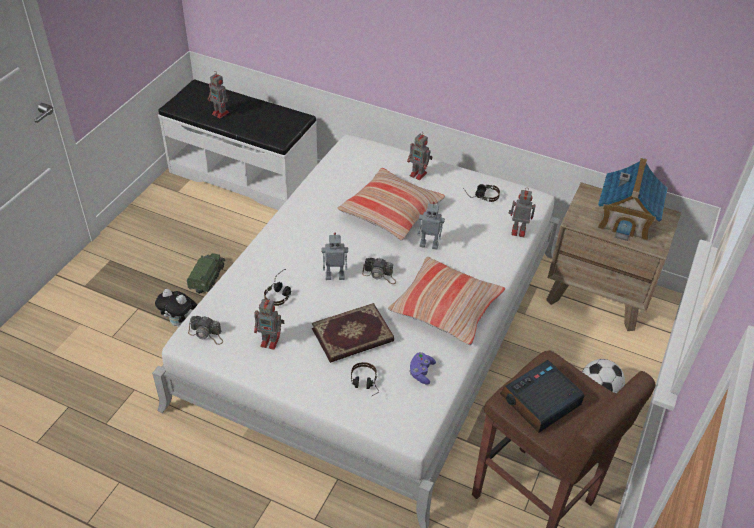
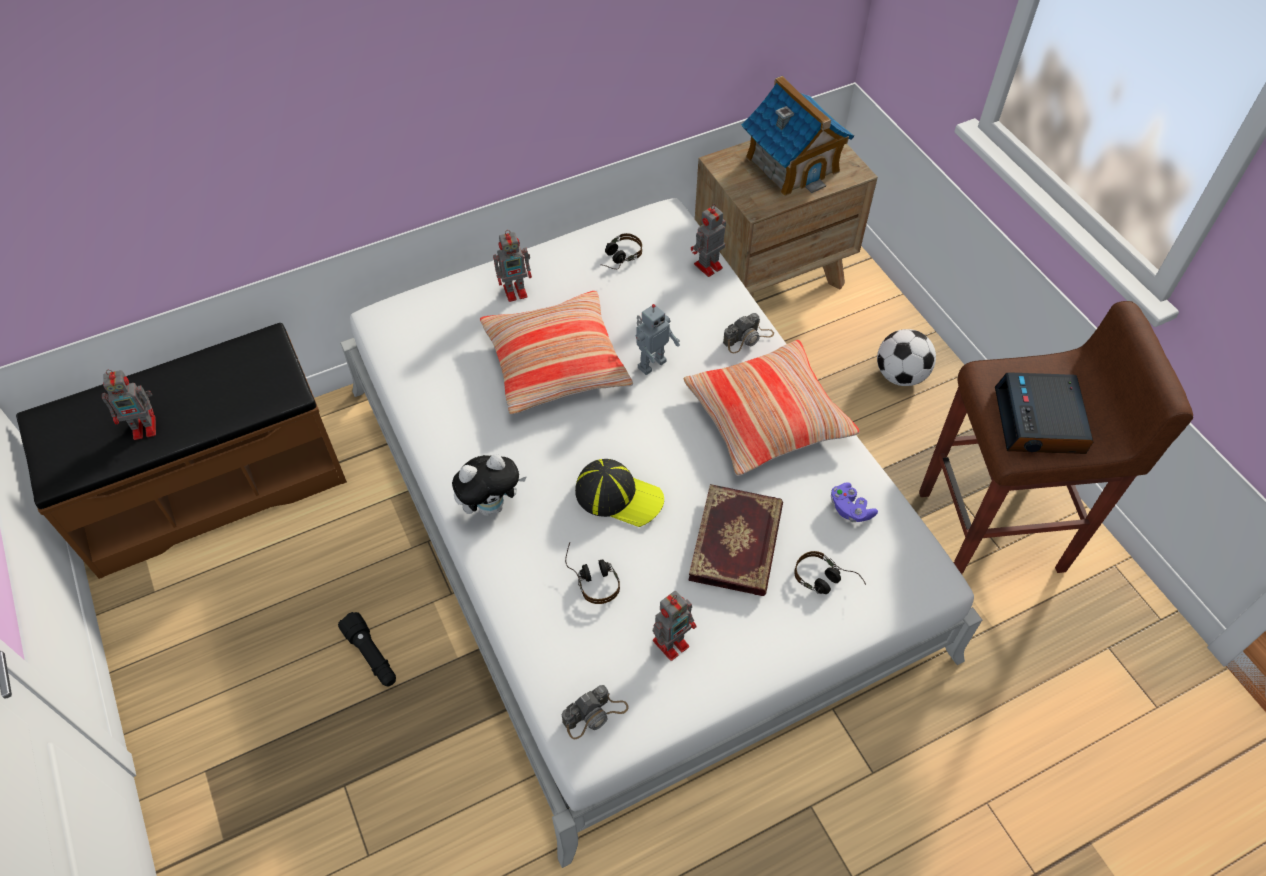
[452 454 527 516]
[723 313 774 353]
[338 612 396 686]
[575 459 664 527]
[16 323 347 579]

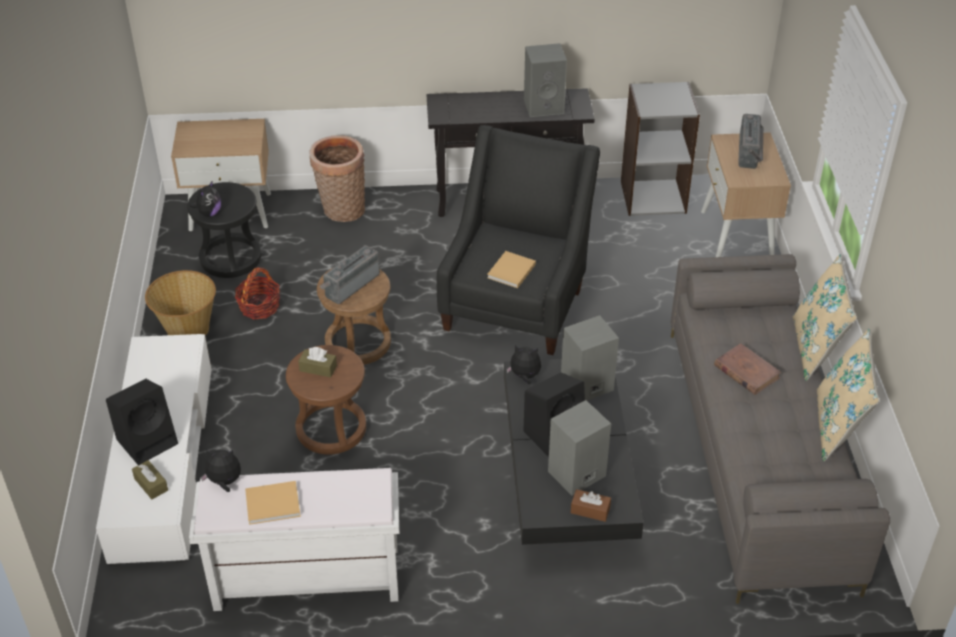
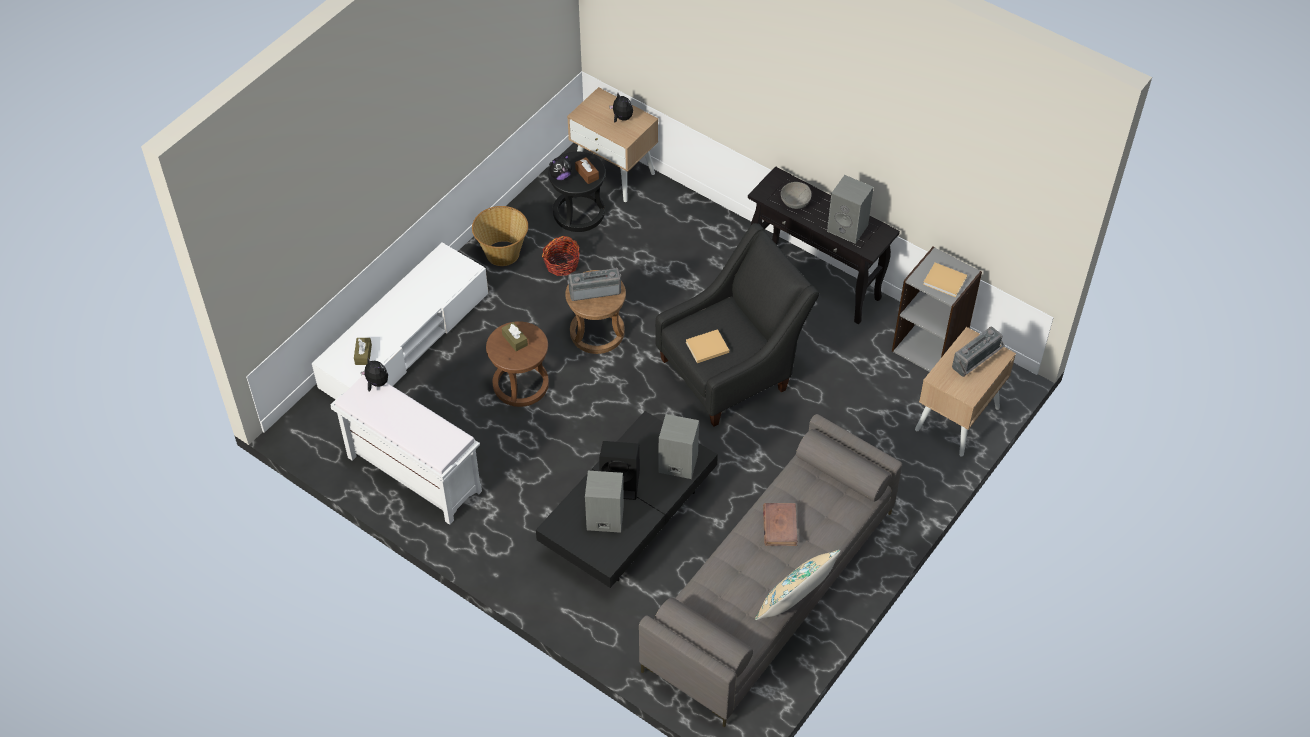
[106 379 178 465] (first image)
[309 135 365 222] (first image)
[793 254 857 381] (first image)
[781 182 812 209]
[923 262 967 297]
[609 93 633 123]
[575 157 599 184]

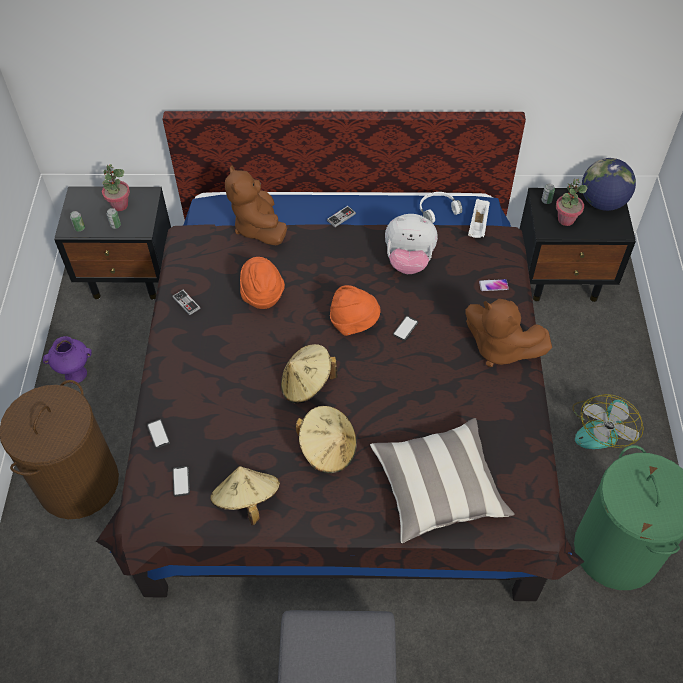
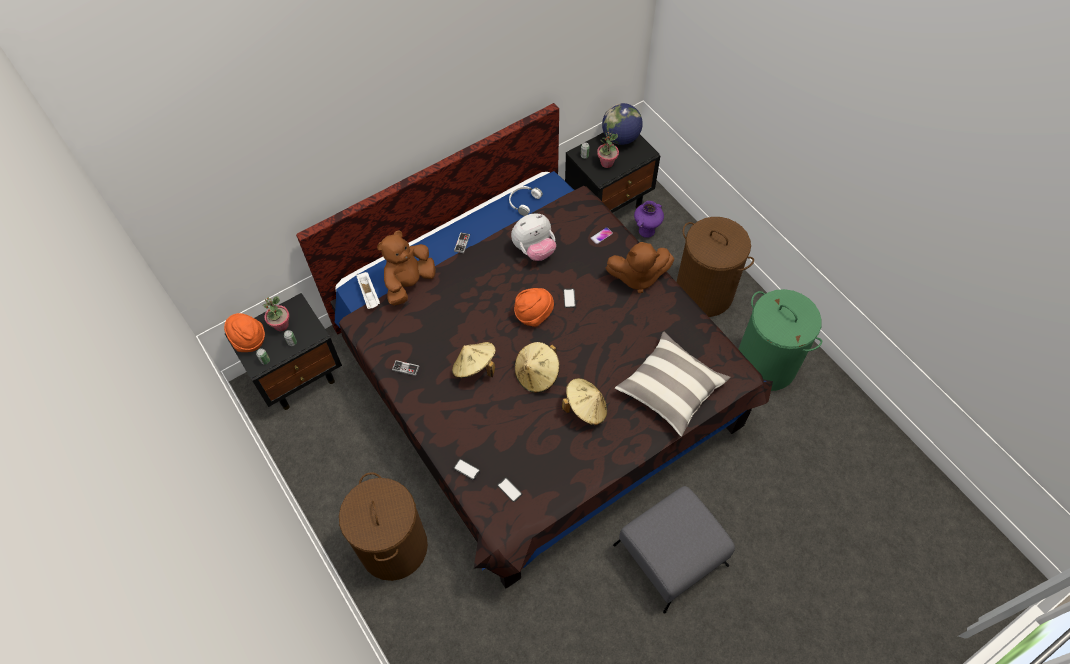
[634 201 664 238]
[452 342 496 378]
[224 313 265 352]
[356 272 380 309]
[677 217 754 317]
[377 230 436 306]

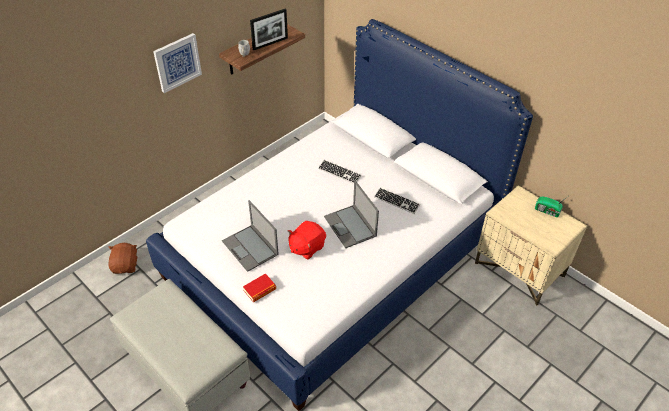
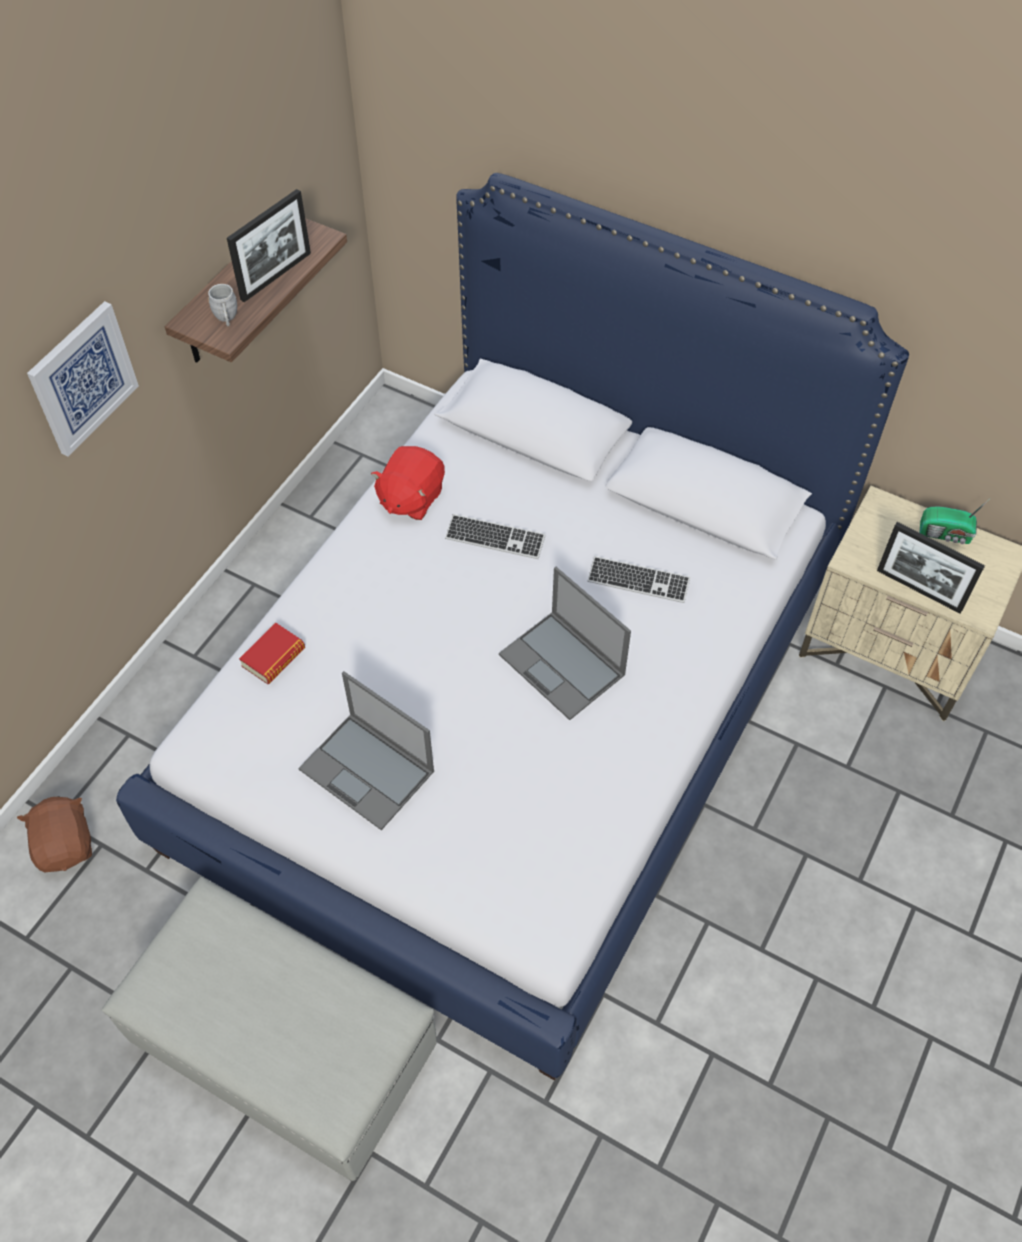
[877 522 985 613]
[239 623 305 684]
[371 446 445 520]

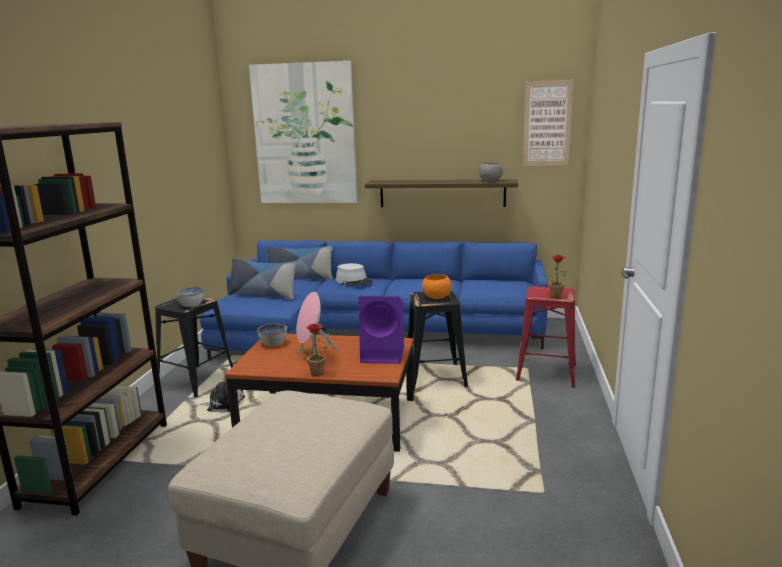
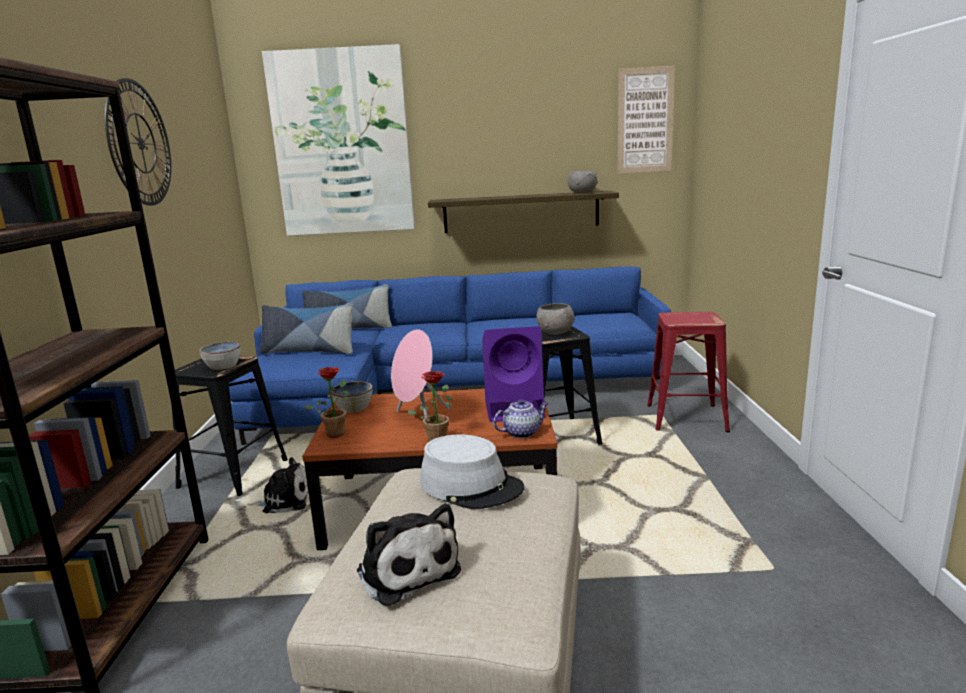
[105 78 171 206]
[357 504 461 606]
[493 399 548 438]
[420 434 524 509]
[304 367 350 438]
[536 303 575 335]

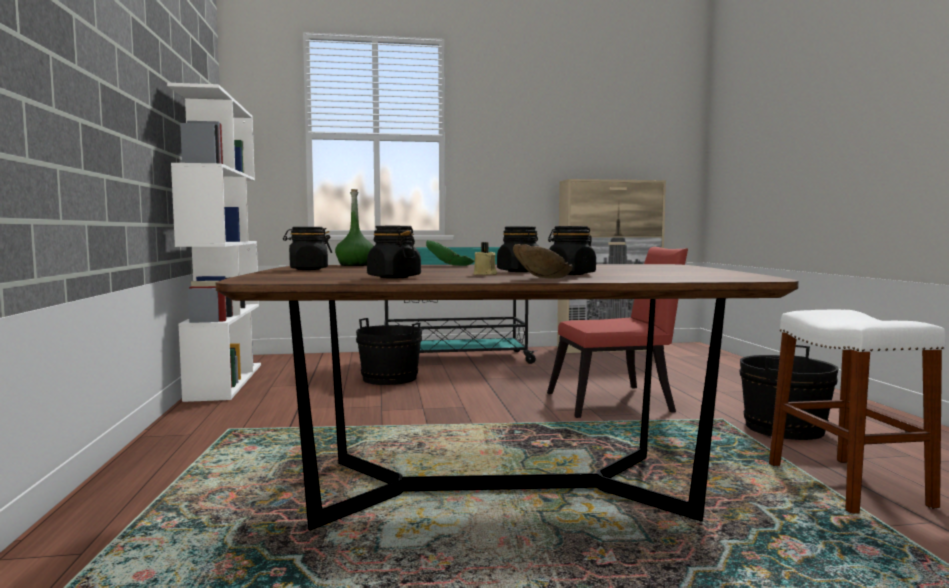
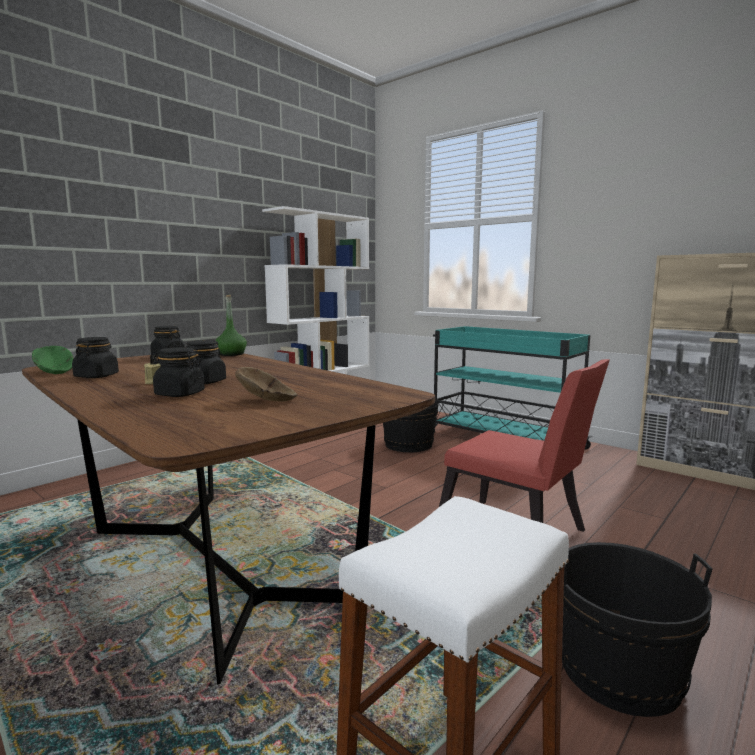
[32 346 74 374]
[235 367 298 402]

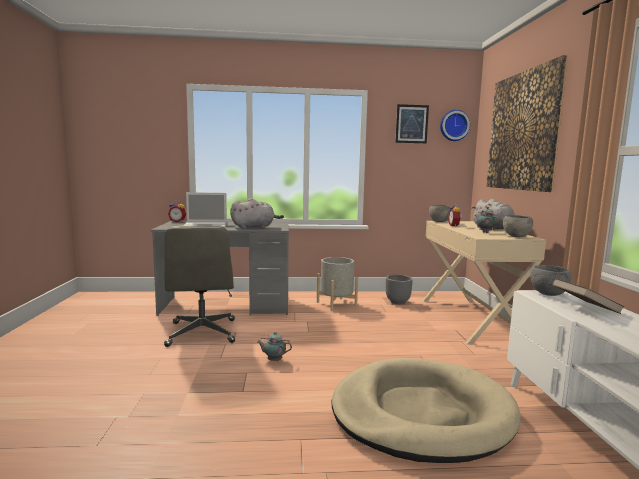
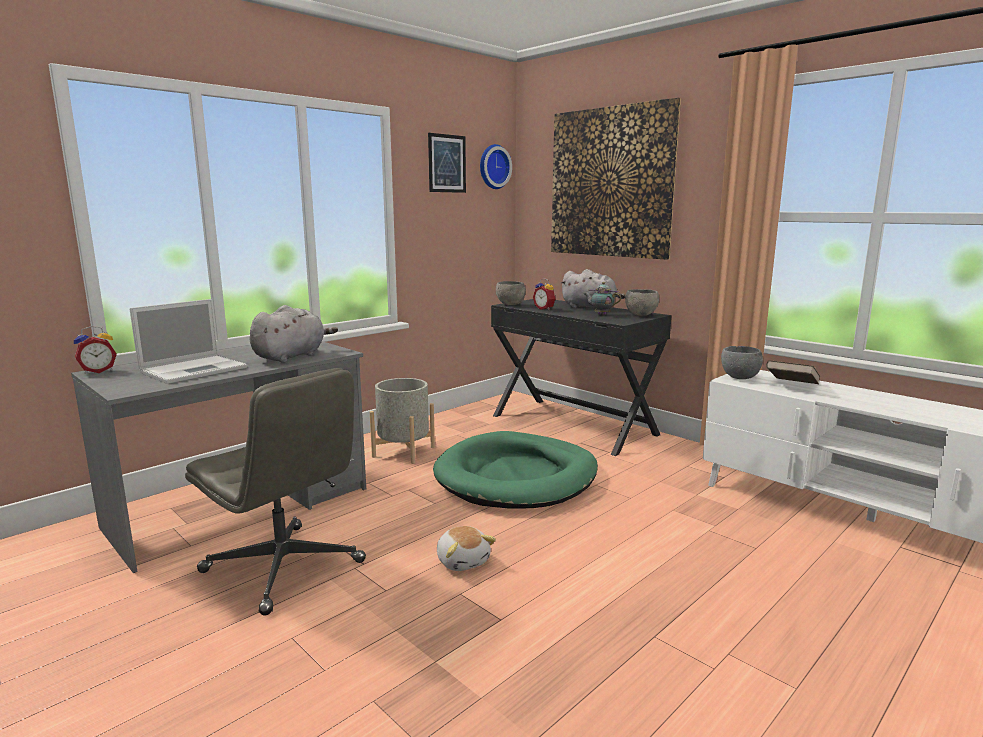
[331 358 521 463] (first image)
[386 275 413 304] (first image)
[433 431 598 509]
[437 526 496 571]
[491 299 672 456]

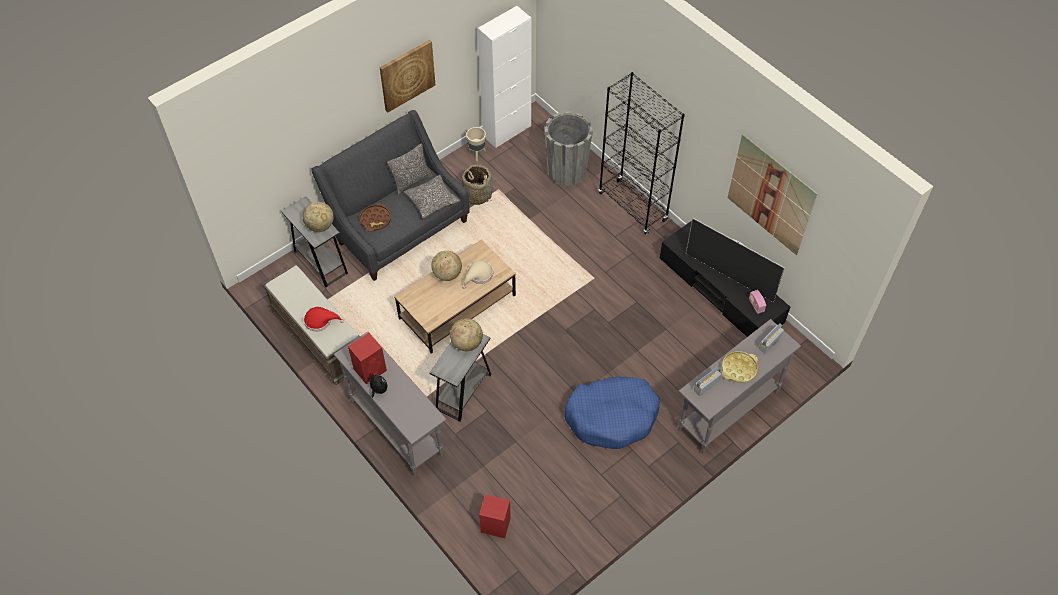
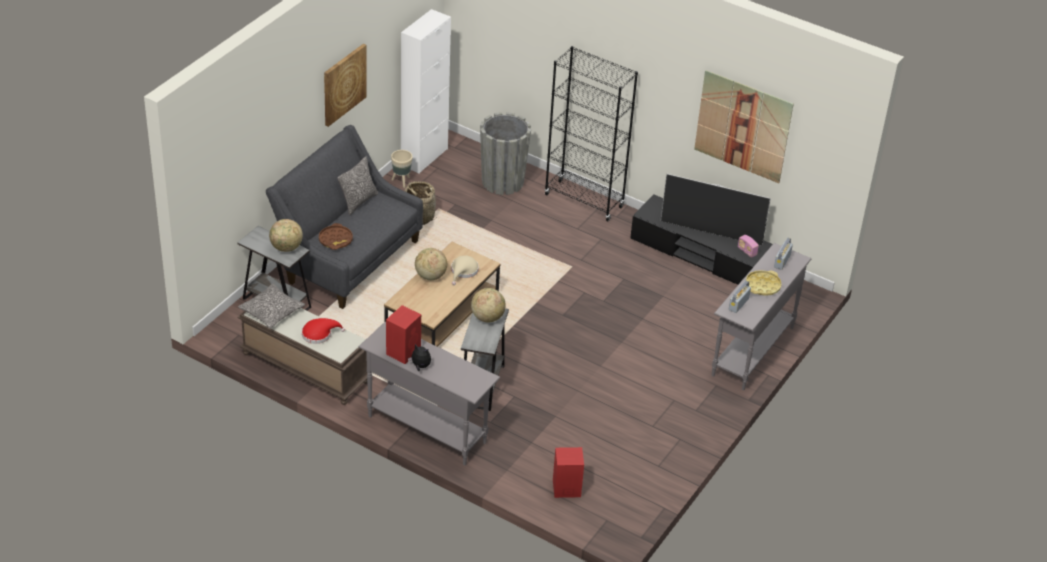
[565 377 660 449] (first image)
[238 284 305 329]

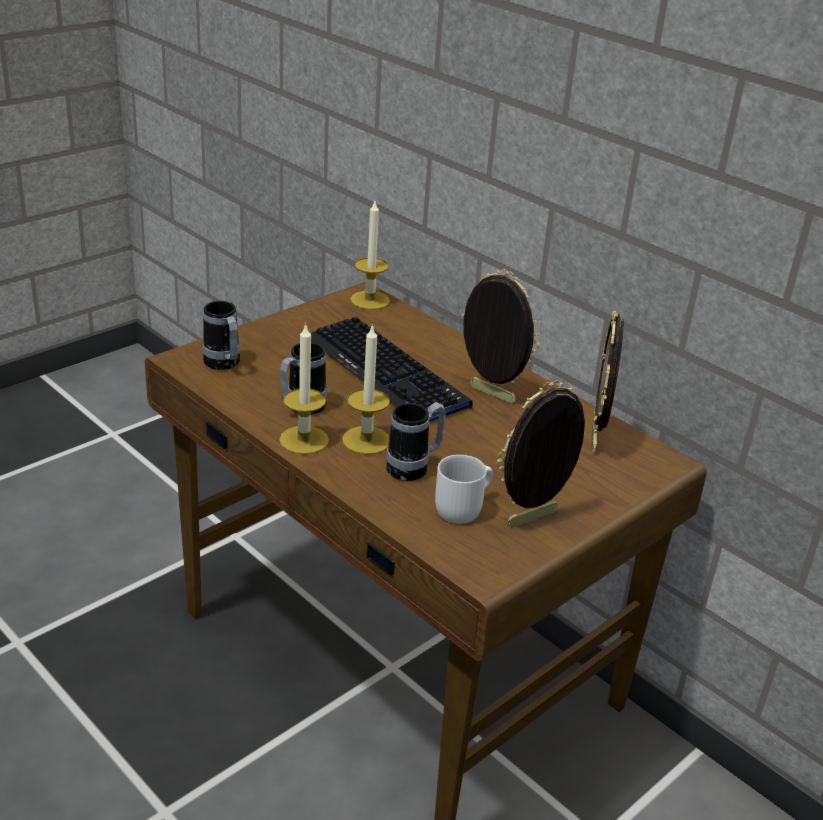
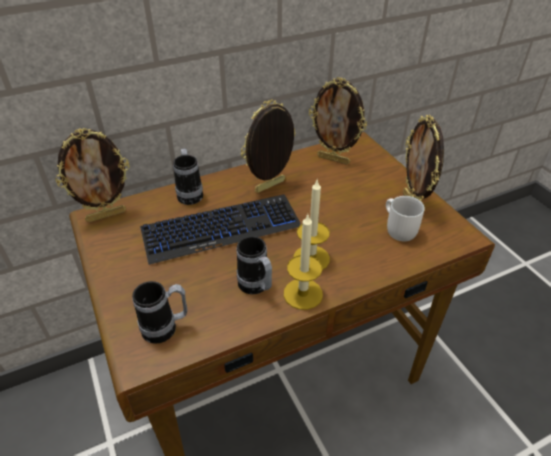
[173 148 203 205]
[55 128 130 223]

